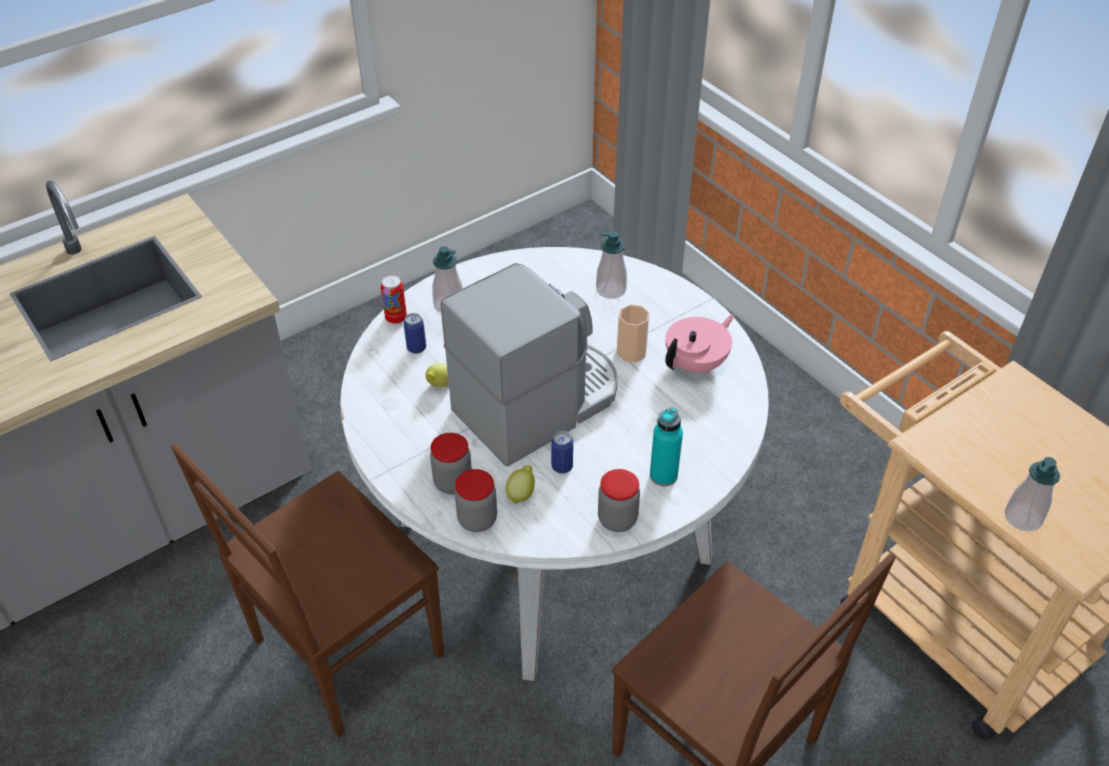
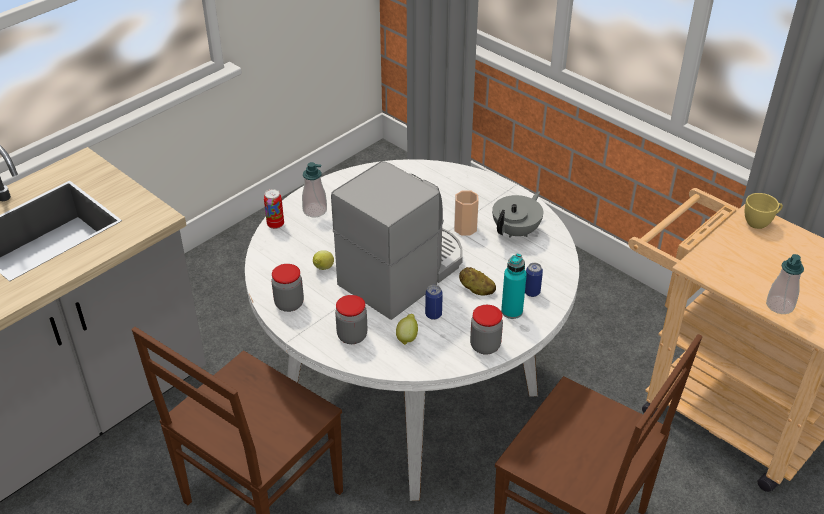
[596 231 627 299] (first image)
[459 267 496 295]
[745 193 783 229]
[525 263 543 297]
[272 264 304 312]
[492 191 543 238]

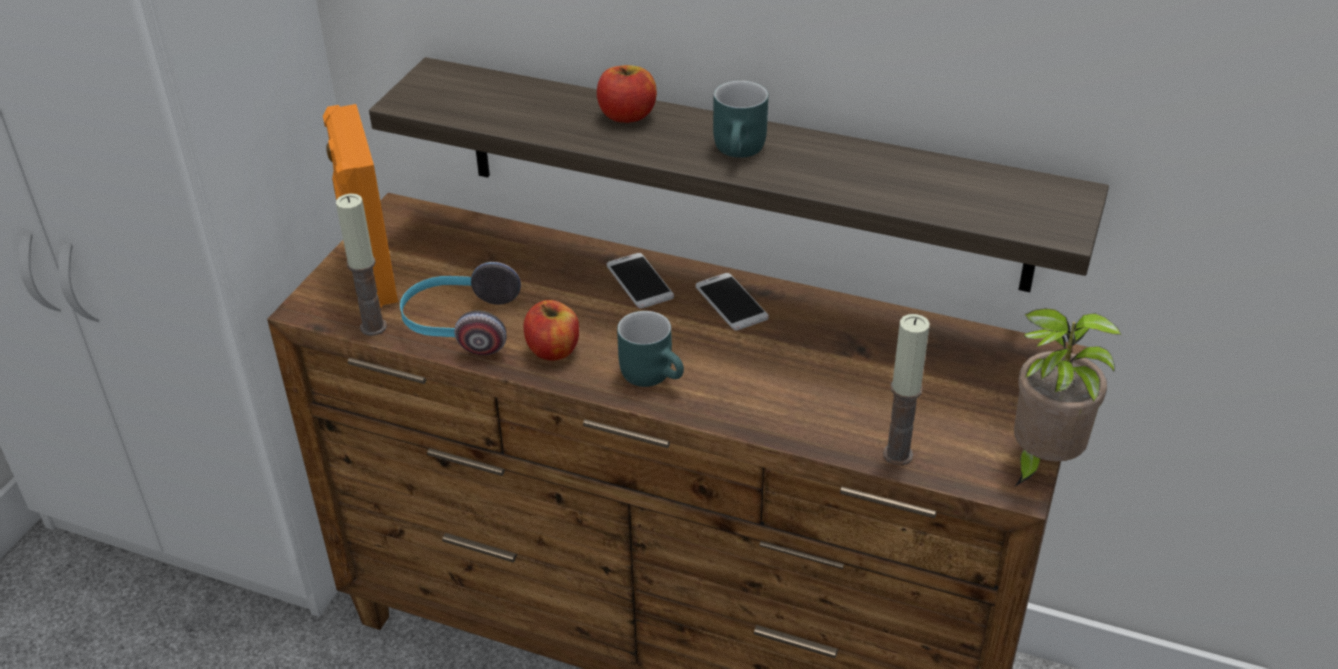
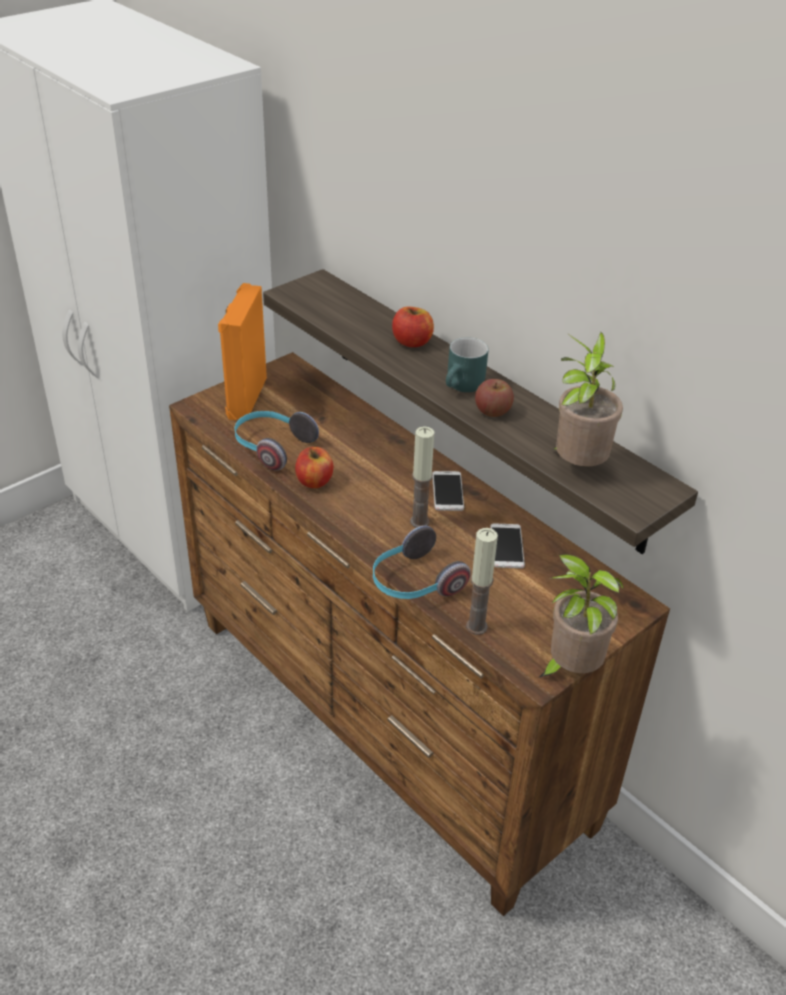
[617 311 684 387] (first image)
[373 526 471 599]
[475 379 514 417]
[553 332 623 467]
[410 427 434 528]
[491 523 525 568]

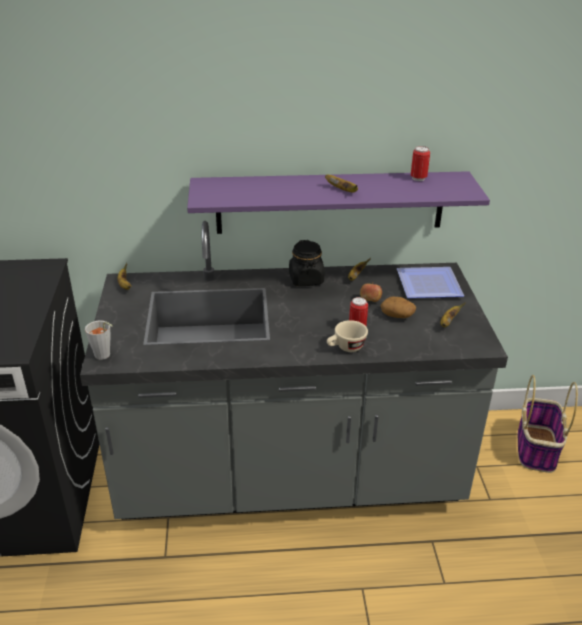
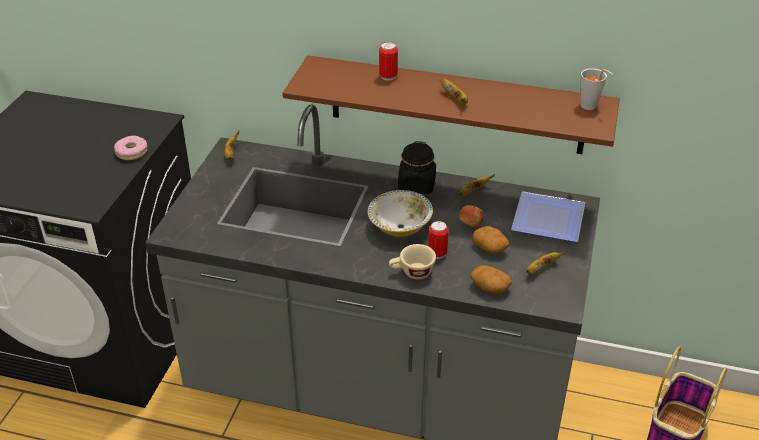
[114 136 147 160]
[368 190 433 237]
[471 265 512 294]
[581 68 613 110]
[379 42 398 81]
[283 55 620 154]

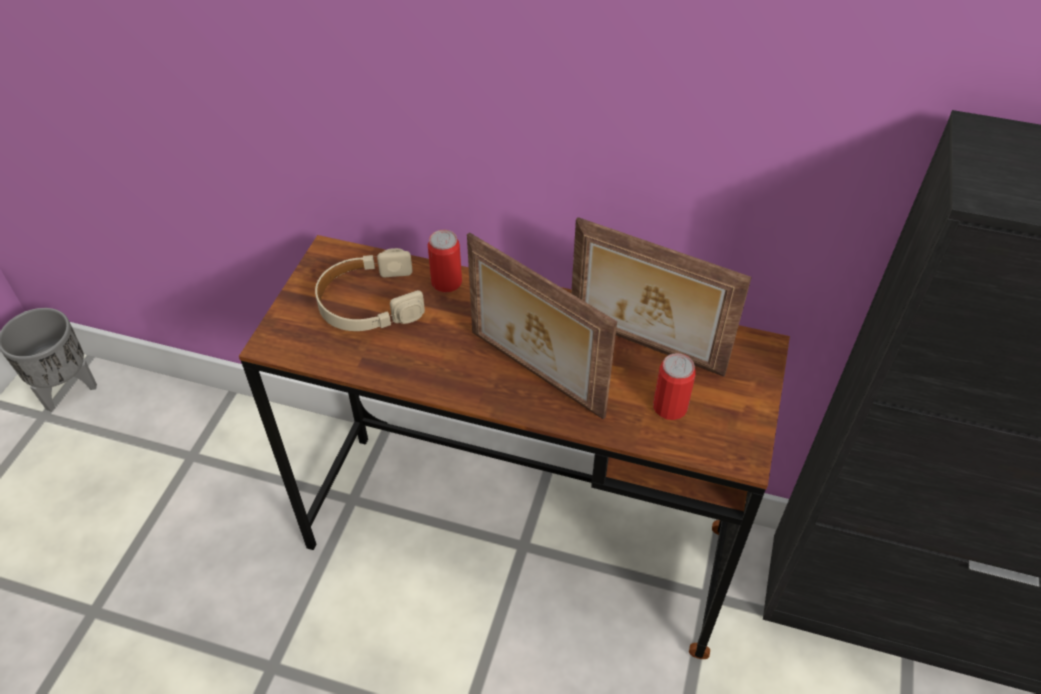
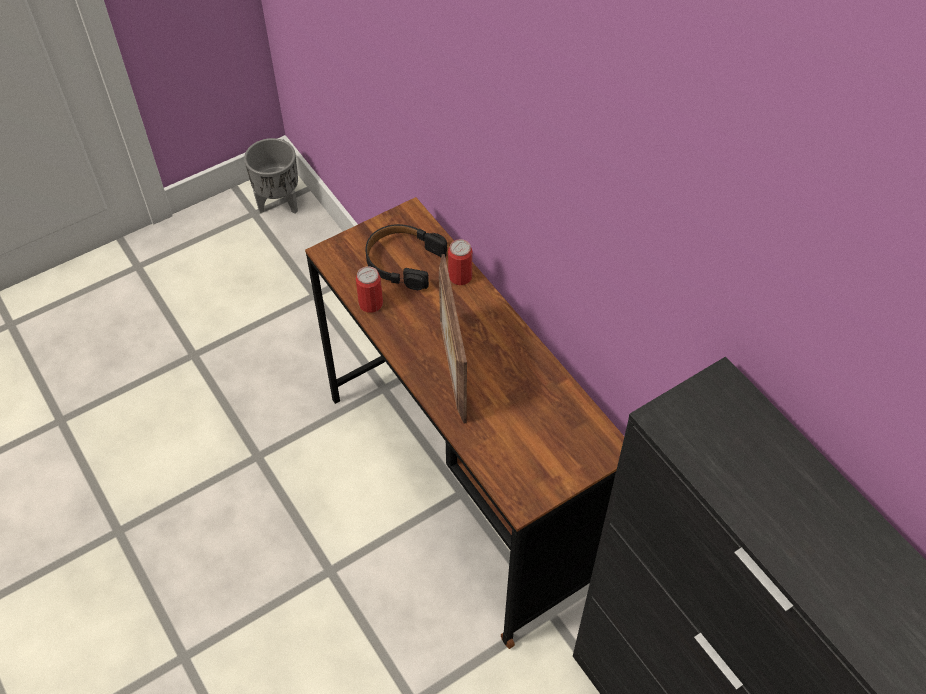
[571 217 751 377] (first image)
[356 266 383 313]
[365 224 447 290]

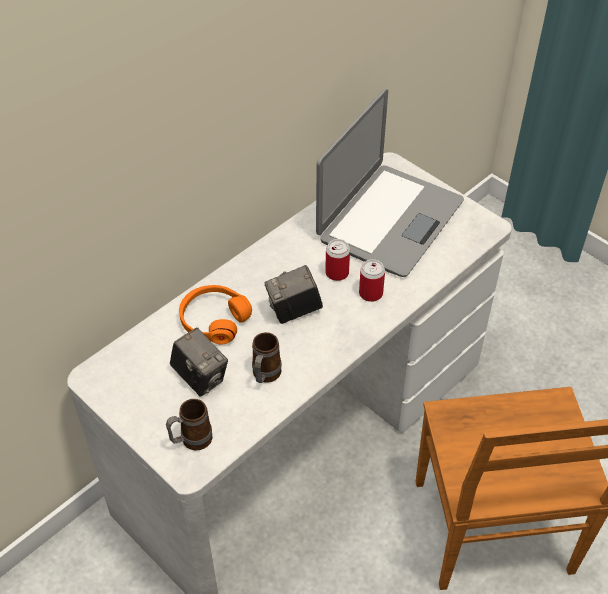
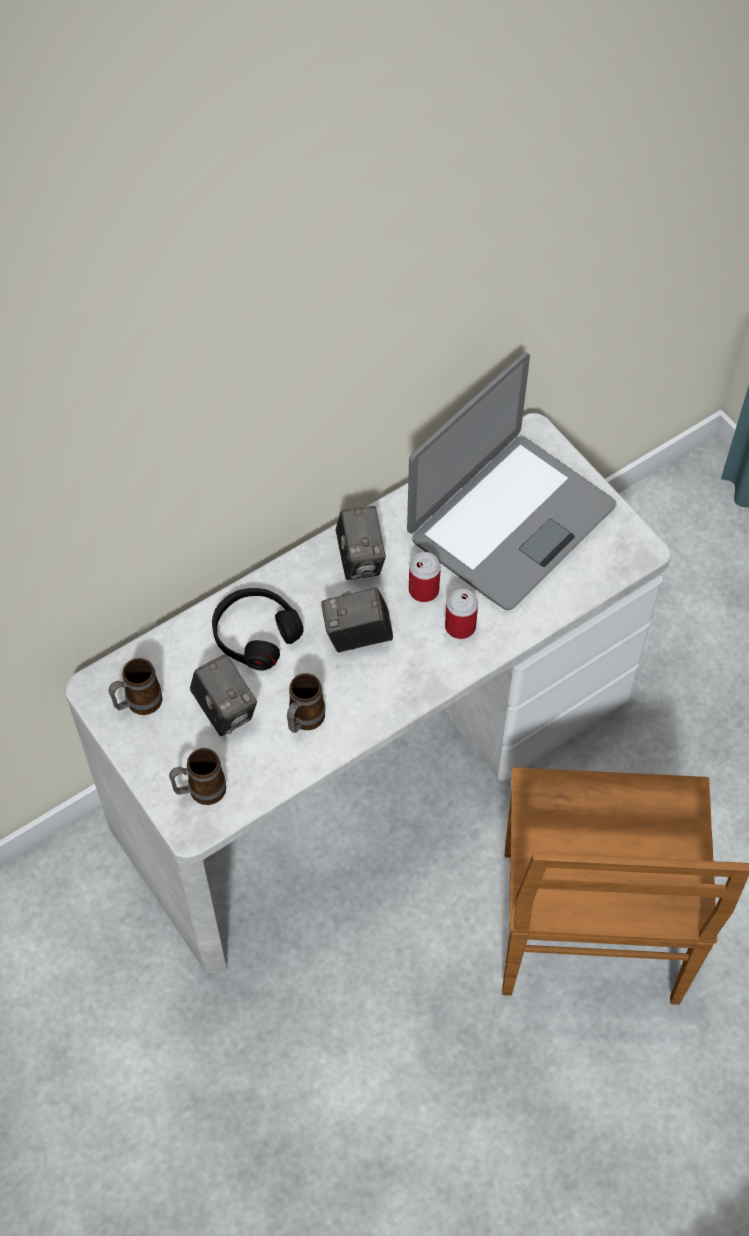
[108 658 162 715]
[335 506 386 580]
[212 588 304 671]

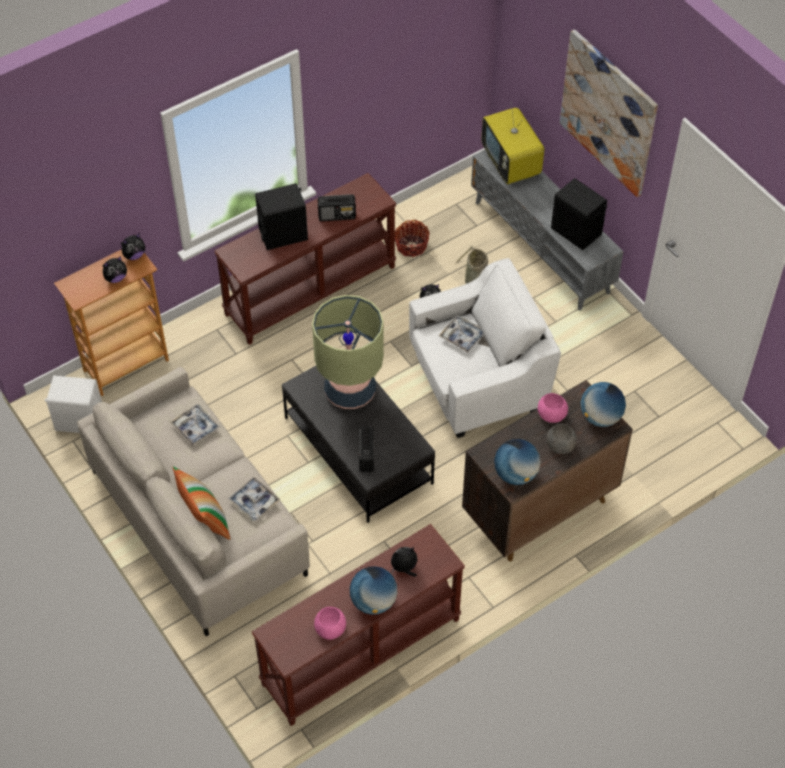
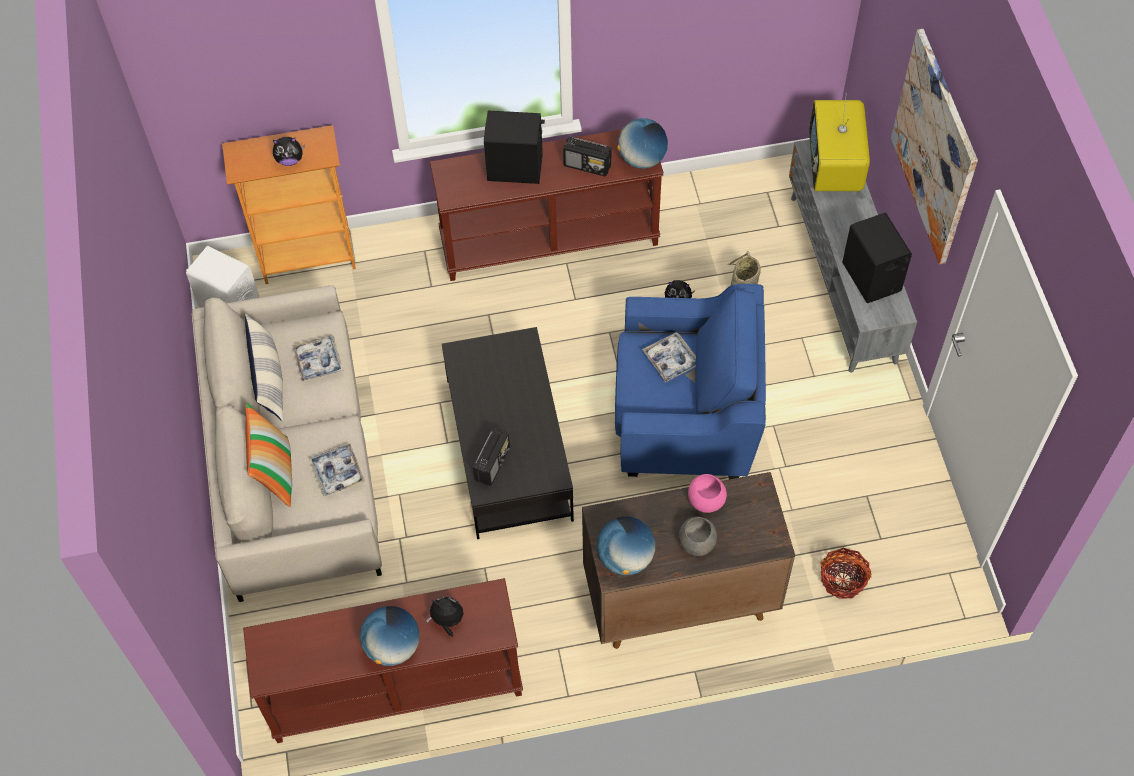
[121 234 145 260] (first image)
[312 295 384 409] (first image)
[314 607 346 640] (first image)
[245 314 284 422]
[820 548 872 599]
[617 118 668 169]
[615 284 766 479]

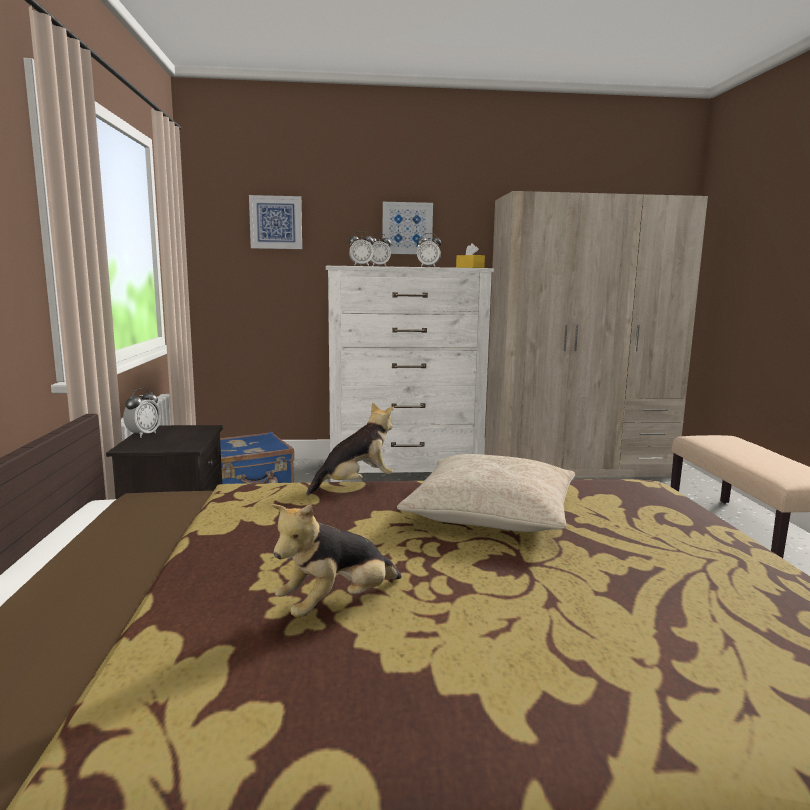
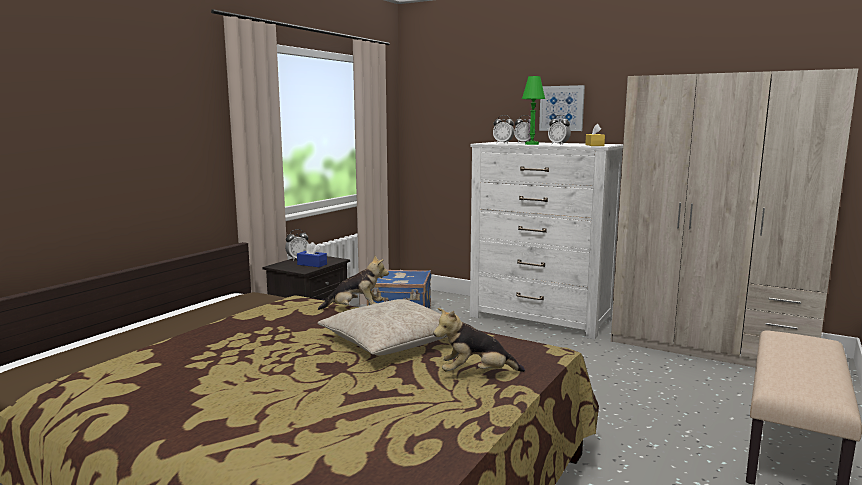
[249 195 302 249] (first image)
[297 242 327 267]
[522 76 545 145]
[433 308 525 372]

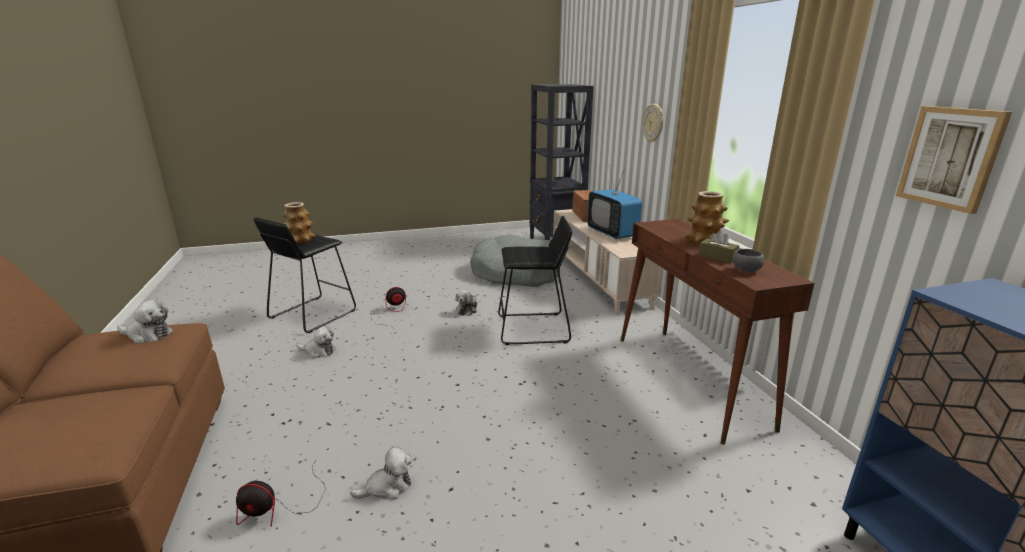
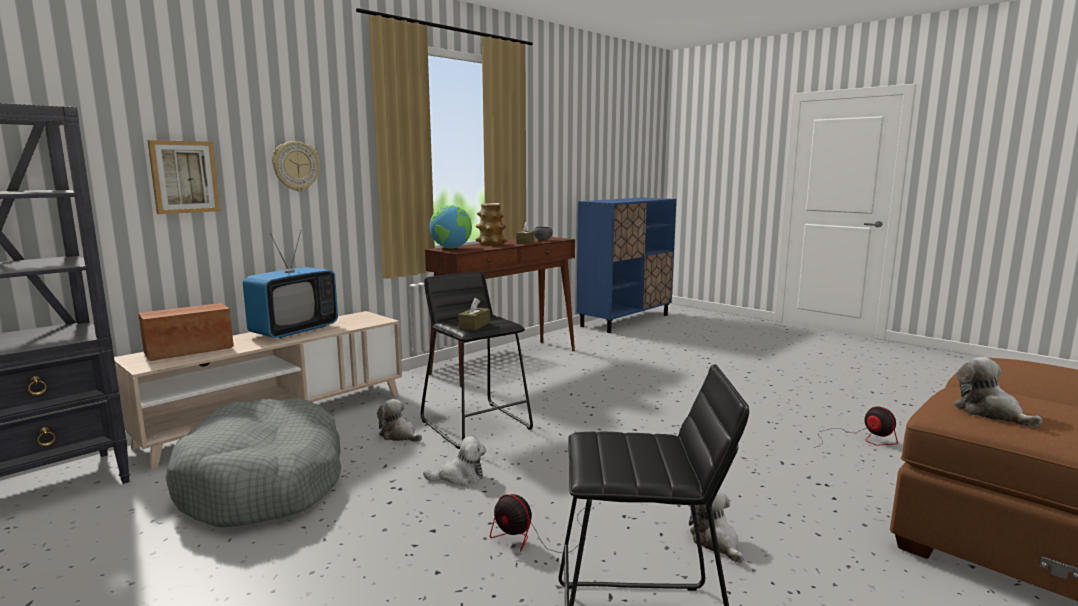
[282 202 316 244] (first image)
[430 205 472 249]
[458 298 490 331]
[377 399 422 442]
[147 140 220 214]

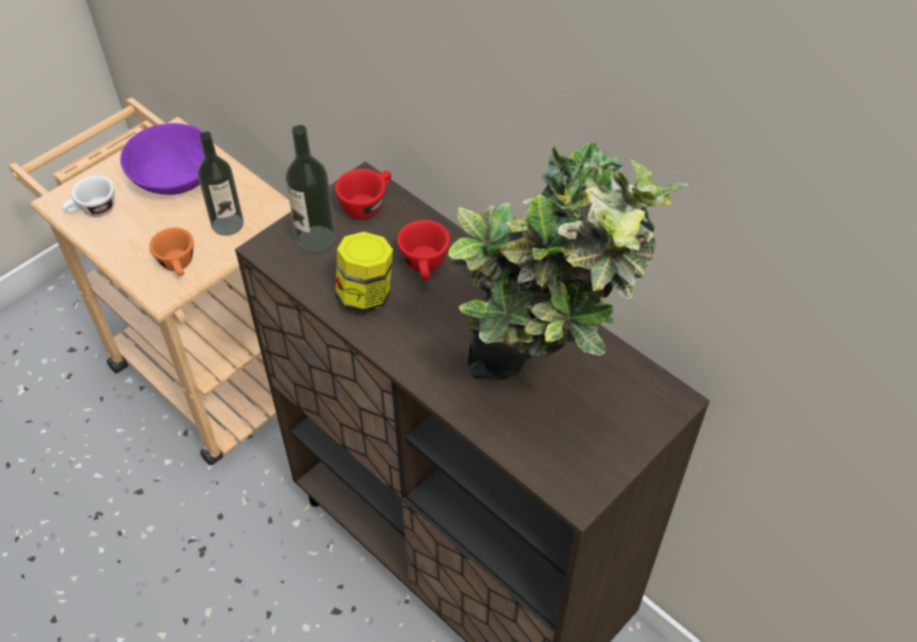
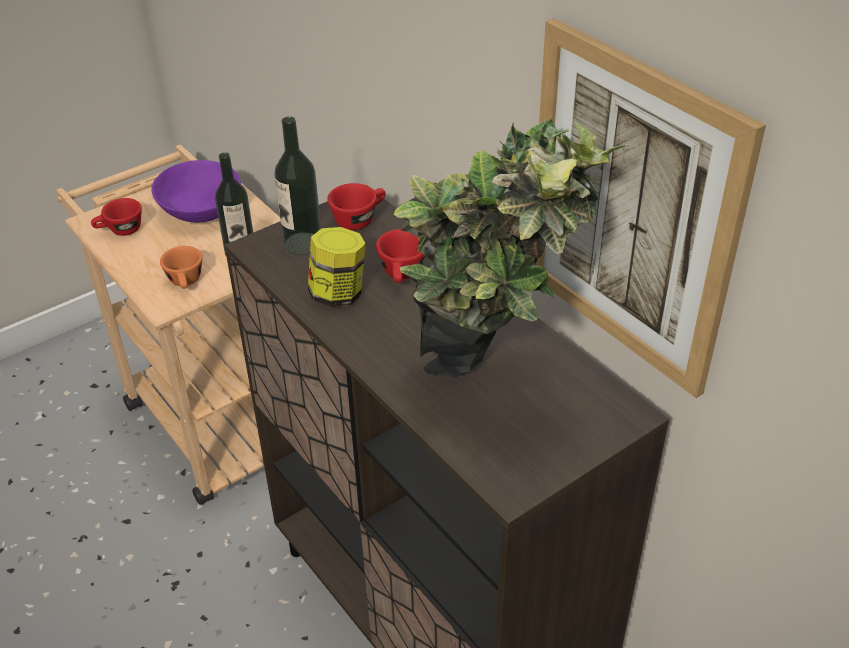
[536 18 766 398]
[91 198 142 236]

